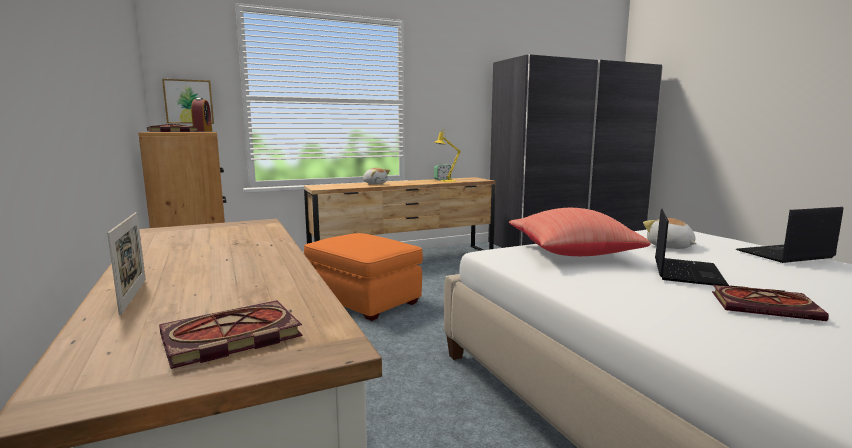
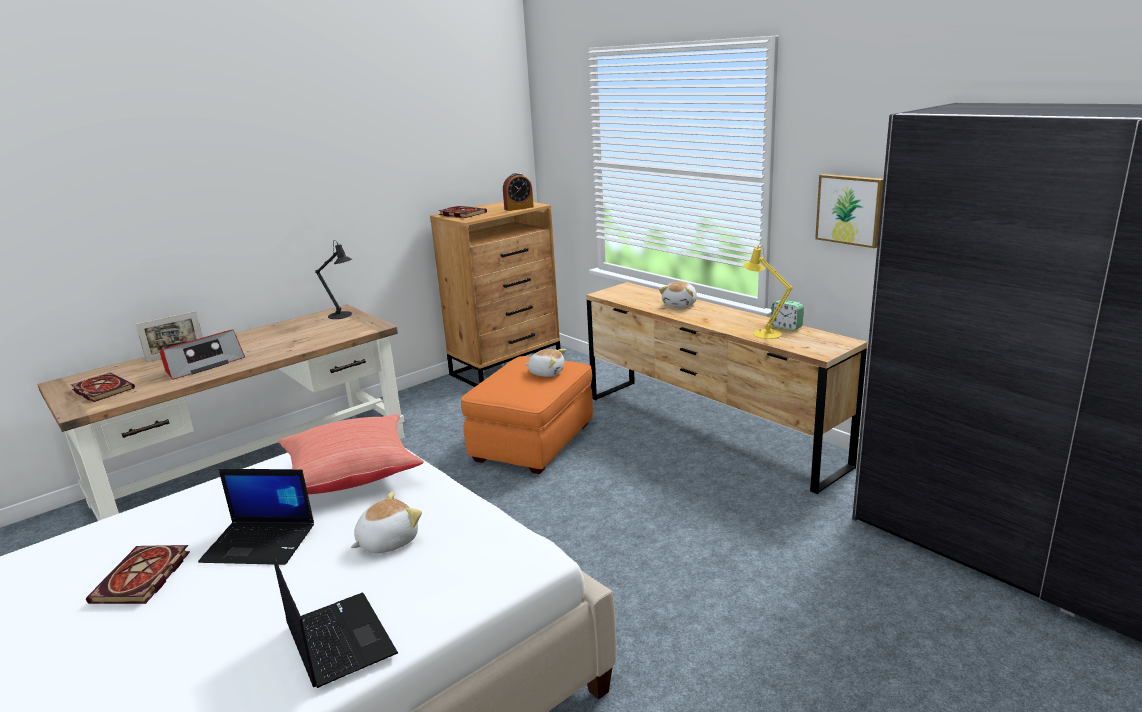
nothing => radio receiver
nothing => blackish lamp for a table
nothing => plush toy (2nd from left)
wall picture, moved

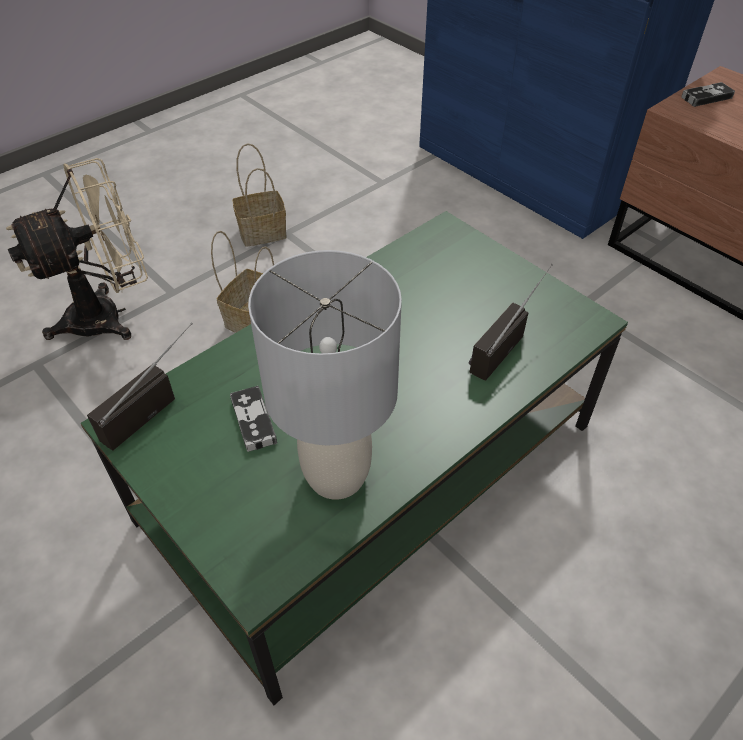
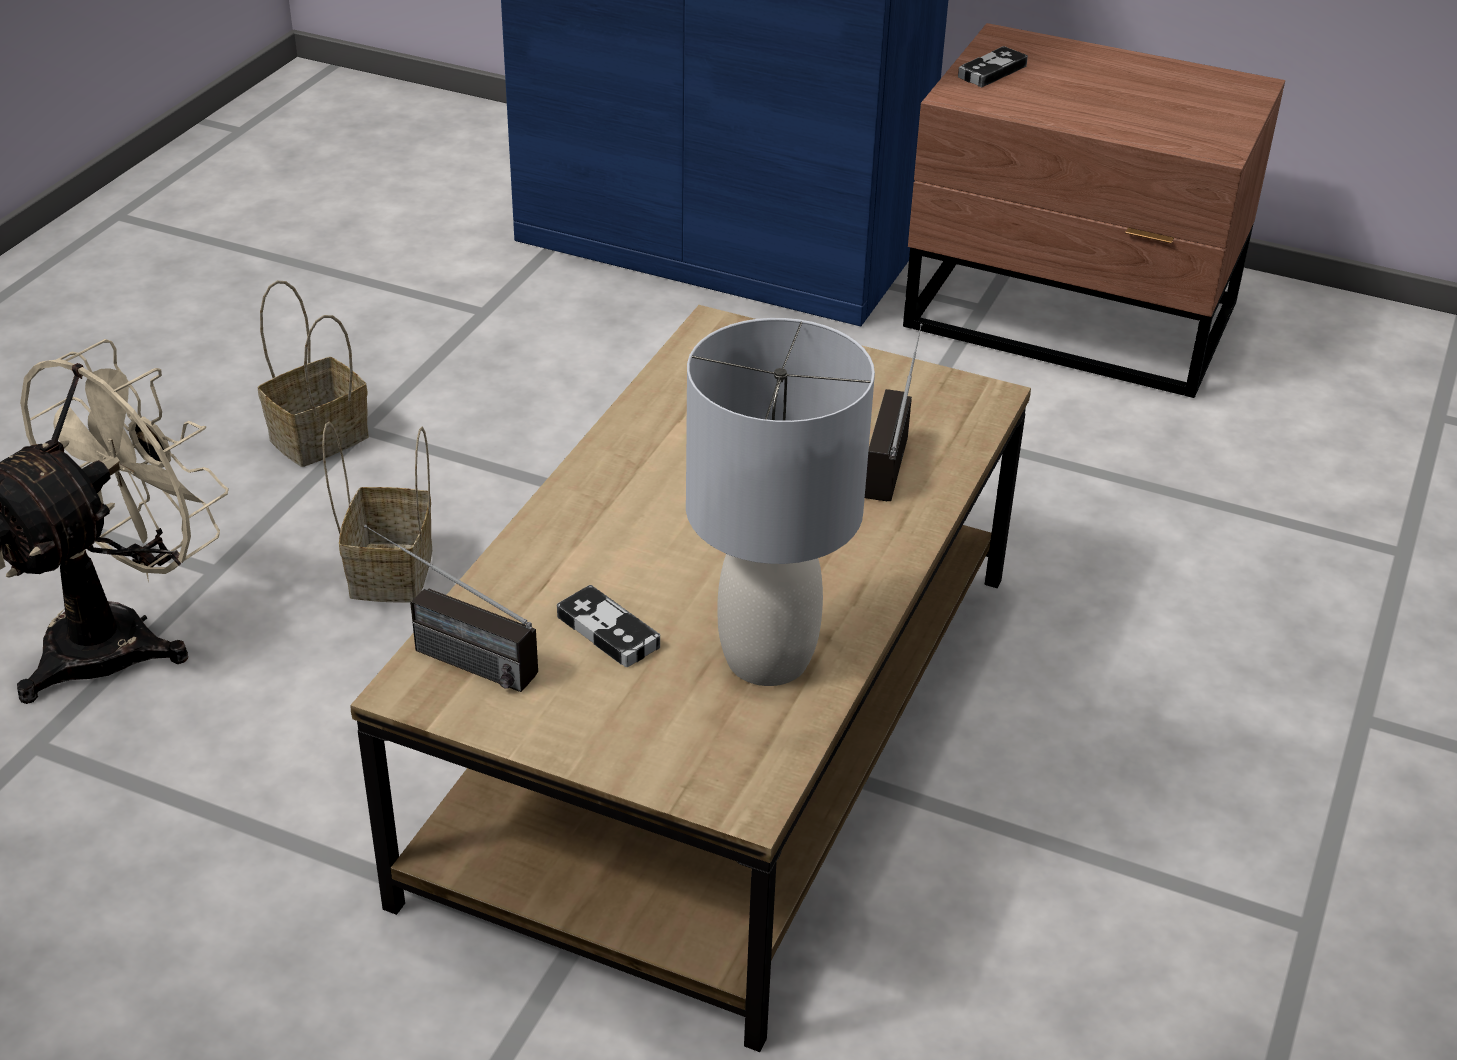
green-coloured lounge table => brownish lounge table
radio receiver (1st from left), 75 degrees counterclockwise

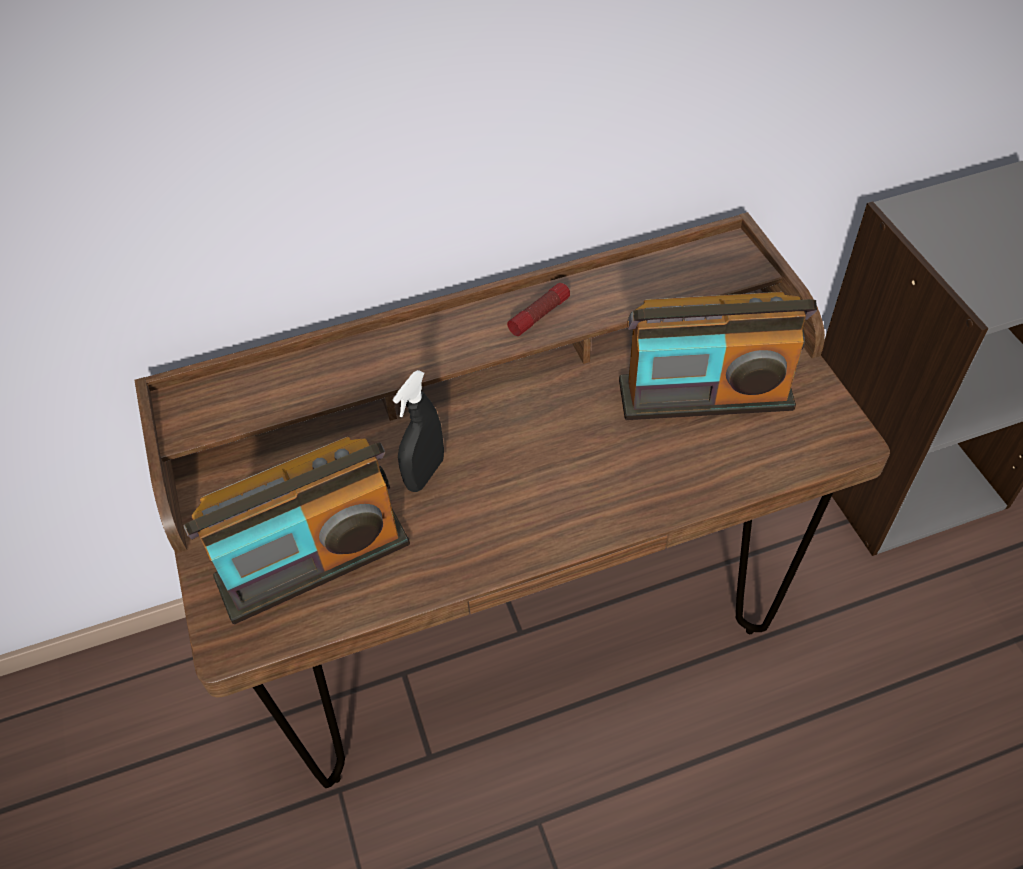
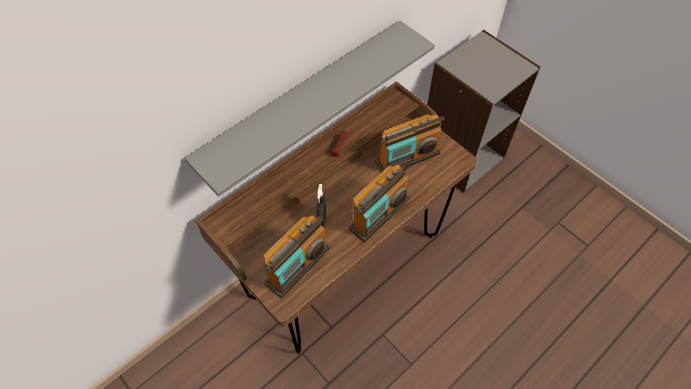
nothing => gray shelf
nothing => radio receiver (2nd from left)

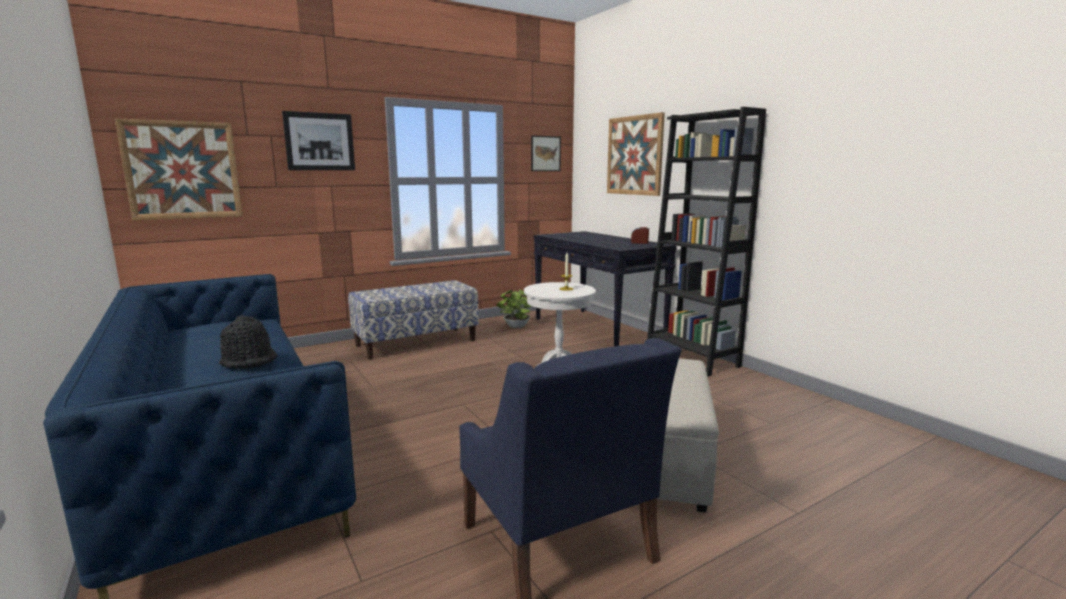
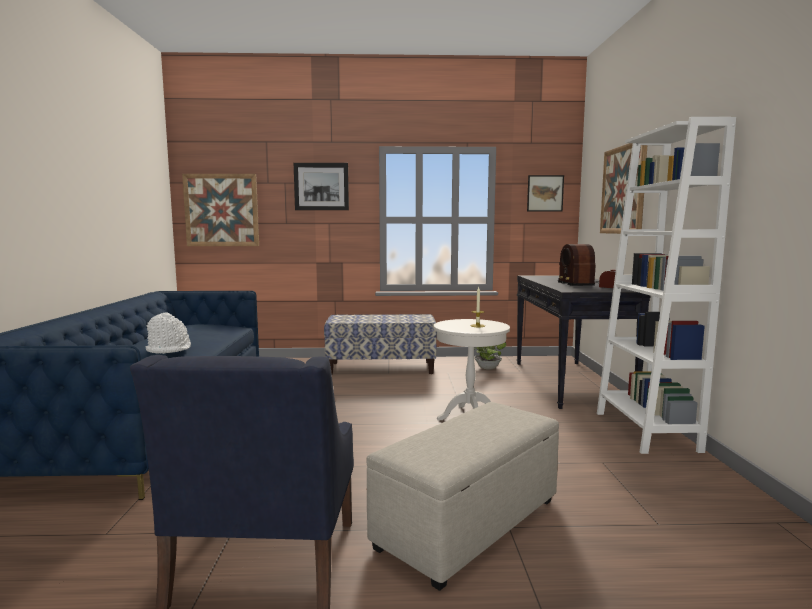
nothing => radio receiver
blackish wearable hat => white-coloured wearable hat
blackish bookcase => white-coloured bookcase

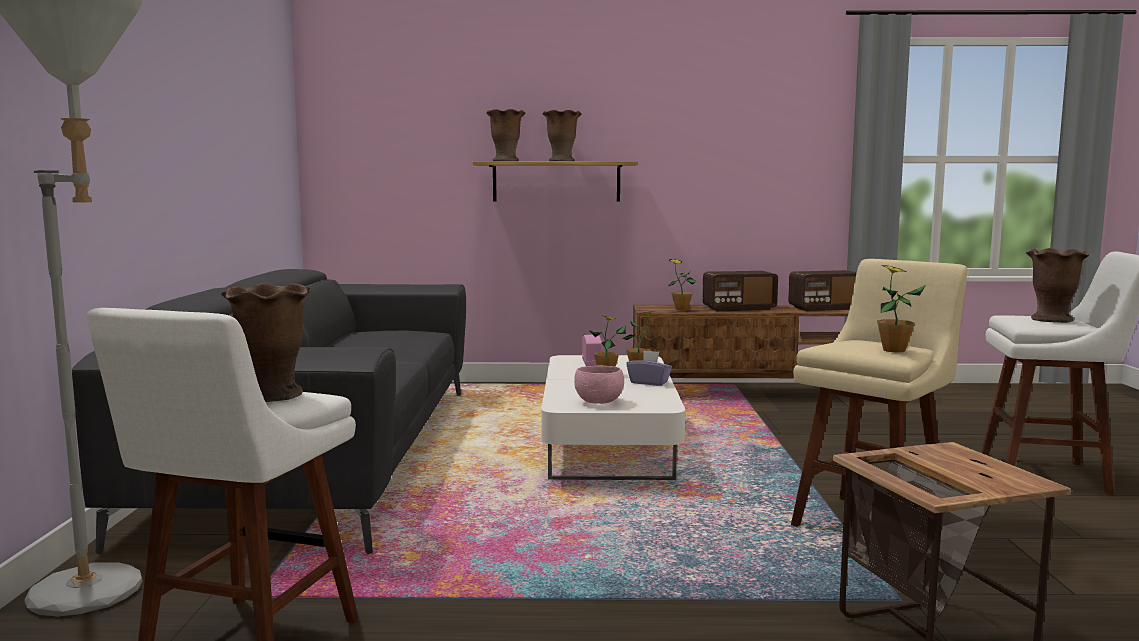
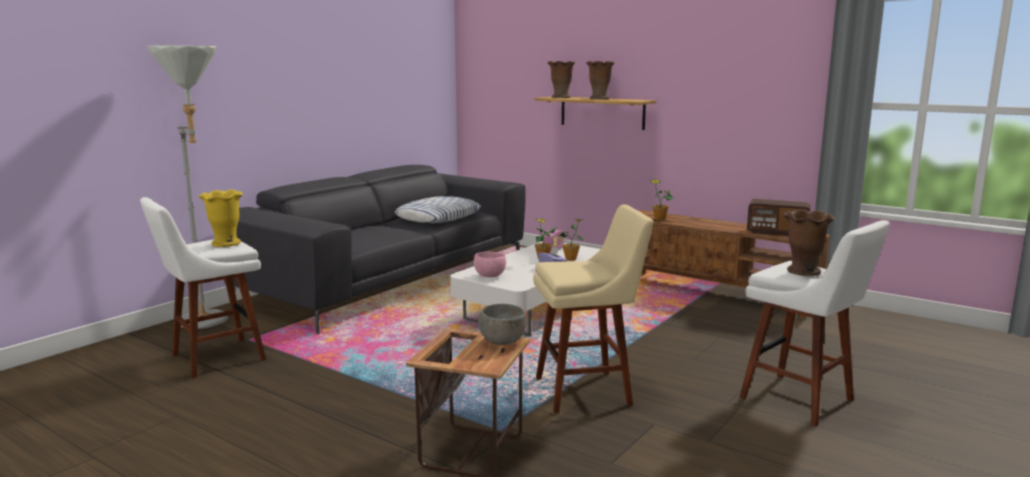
radio receiver (2nd from left) => nothing
potted plant (4th from left) => nothing
nothing => cushion
nothing => gray bowl
brownish decorative vase (1st from left) => yellow decorative vase

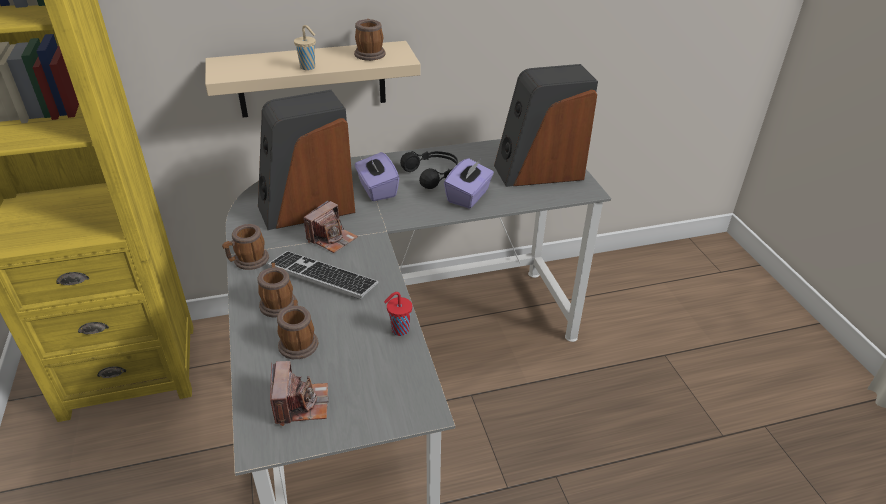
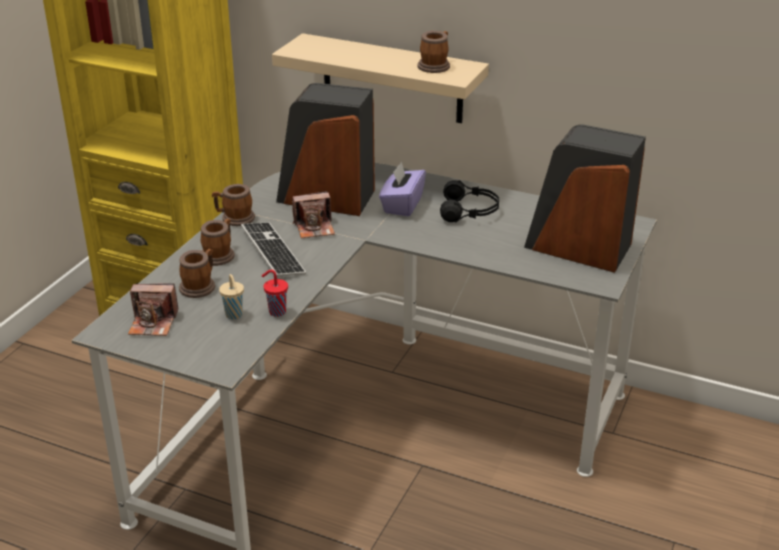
purplish box of tissues (2nd from left) => nothing
beige-coloured small cup, moved
photo camera (1st from left), 60 degrees clockwise

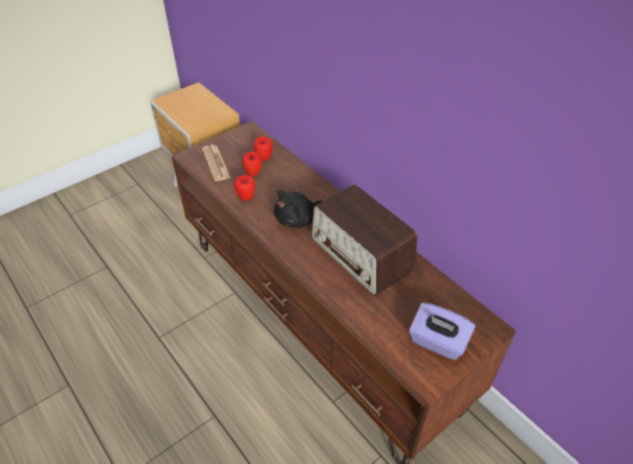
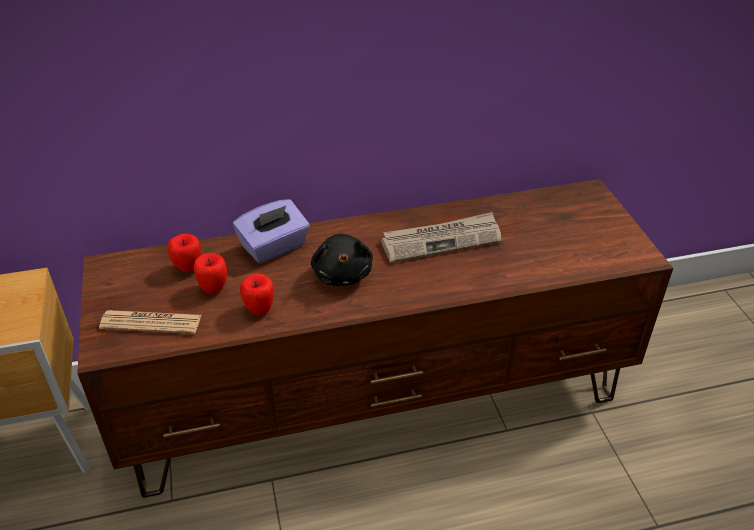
purplish box of tissues, moved
radio receiver => printed paper (2nd from left)

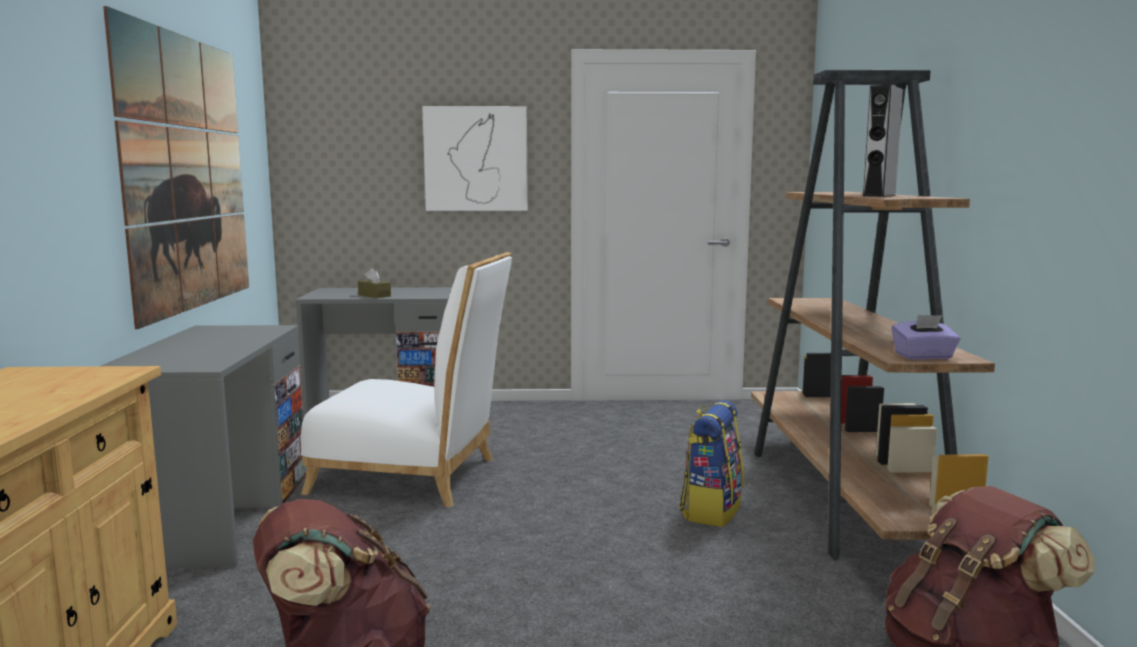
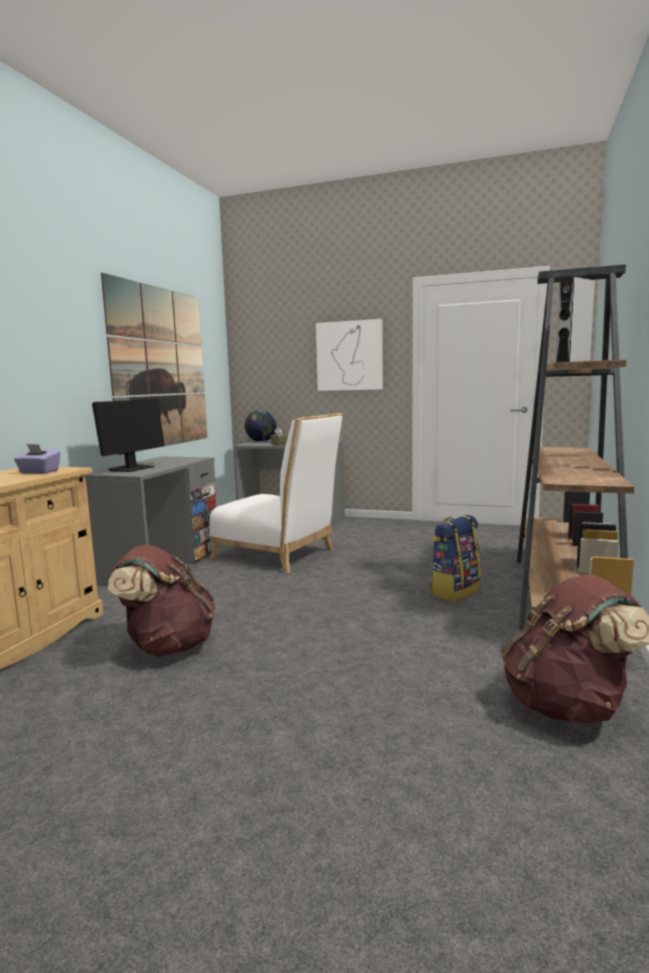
nothing => computer display
nothing => globe
purplish box of tissues, moved

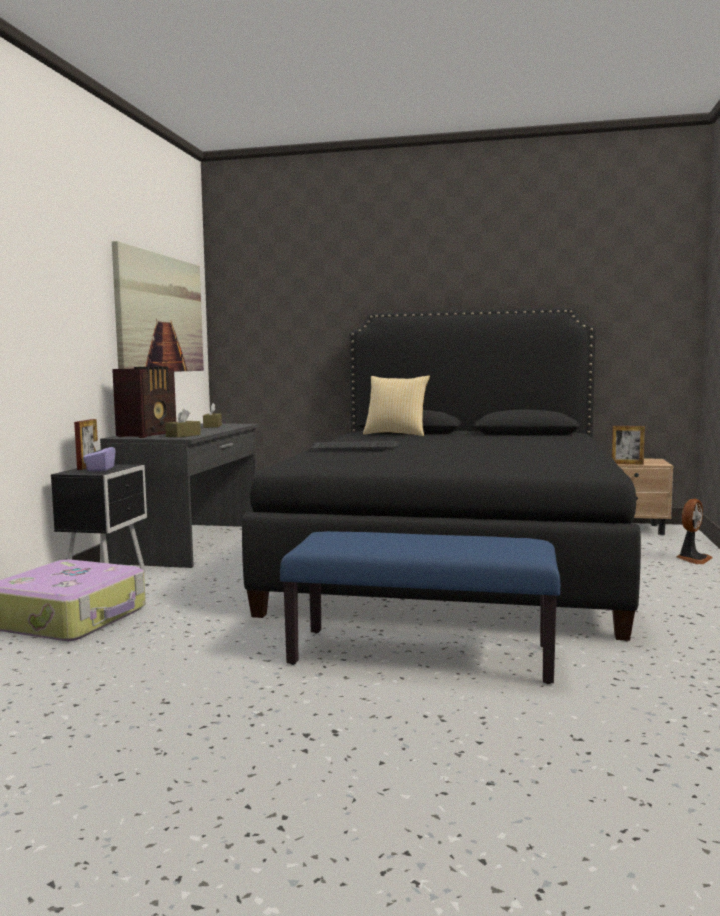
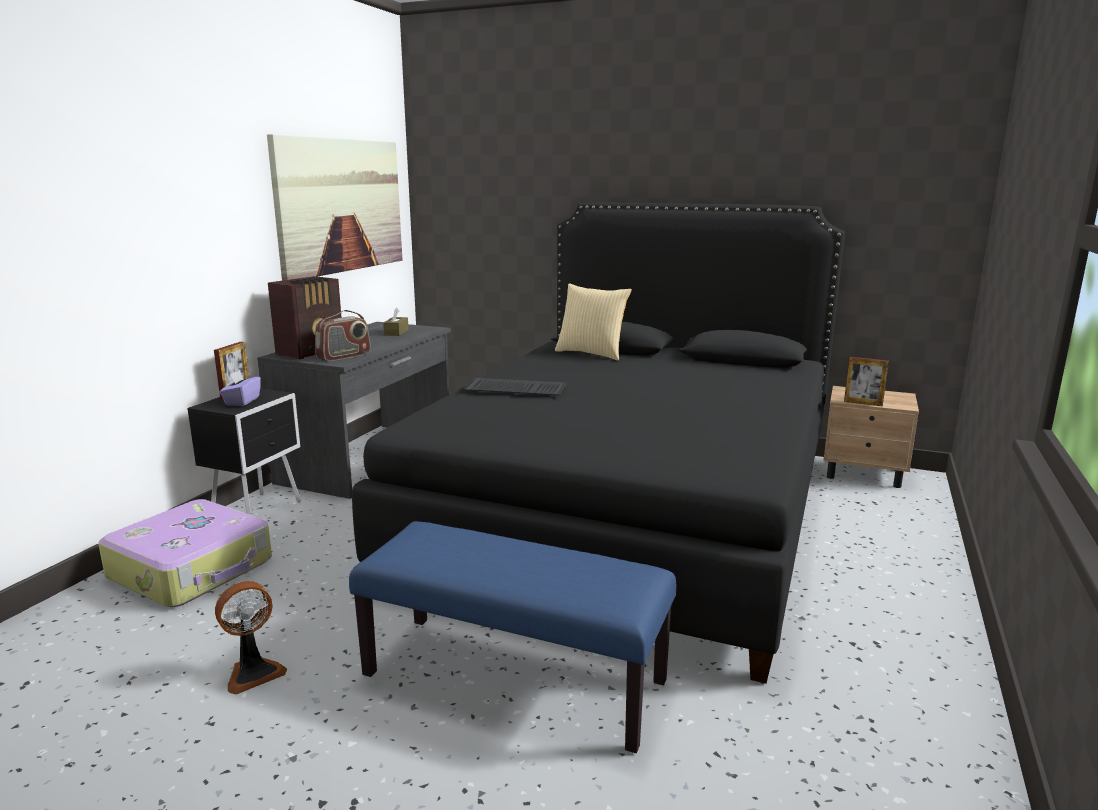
cooling fan, moved
brownish box of tissues (1st from left) => radio receiver (2nd from left)

